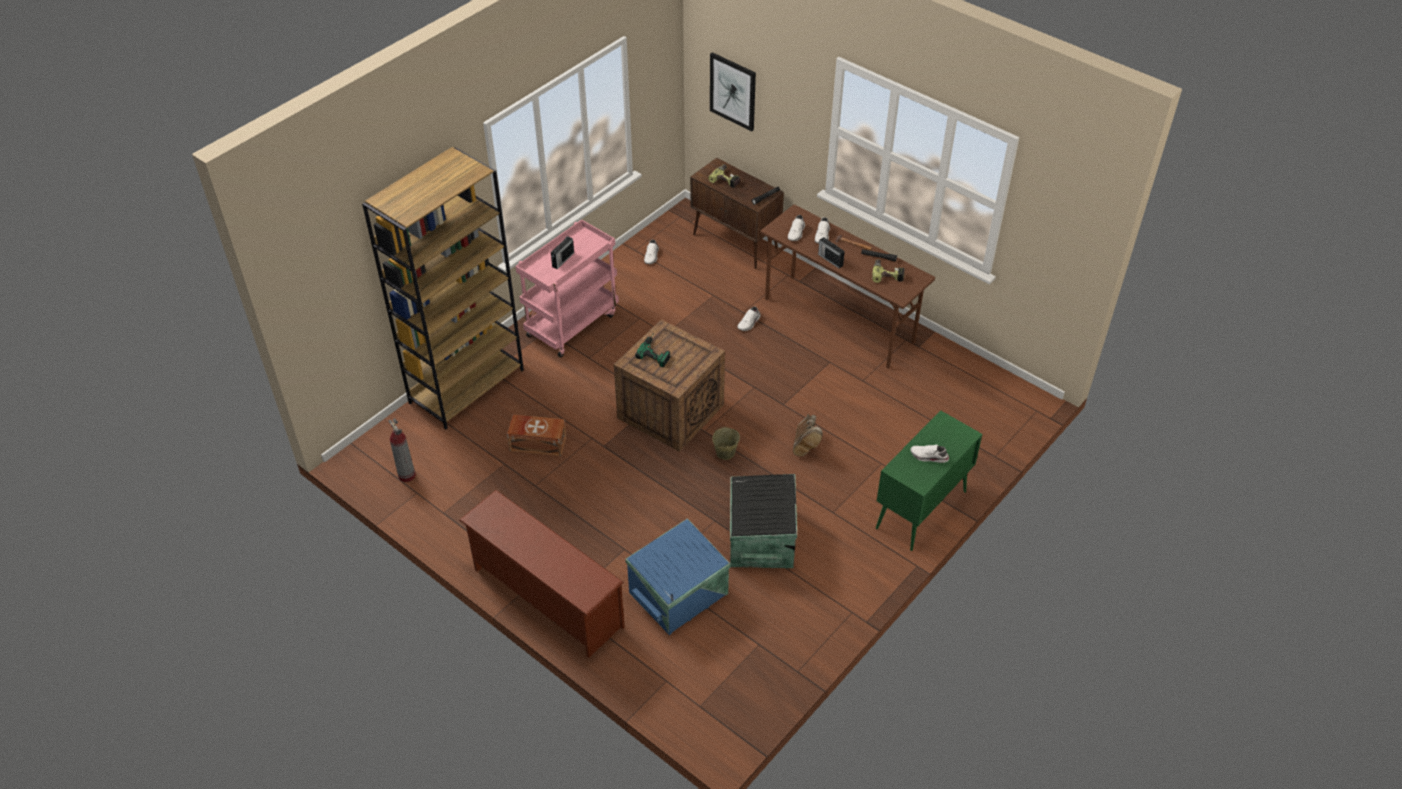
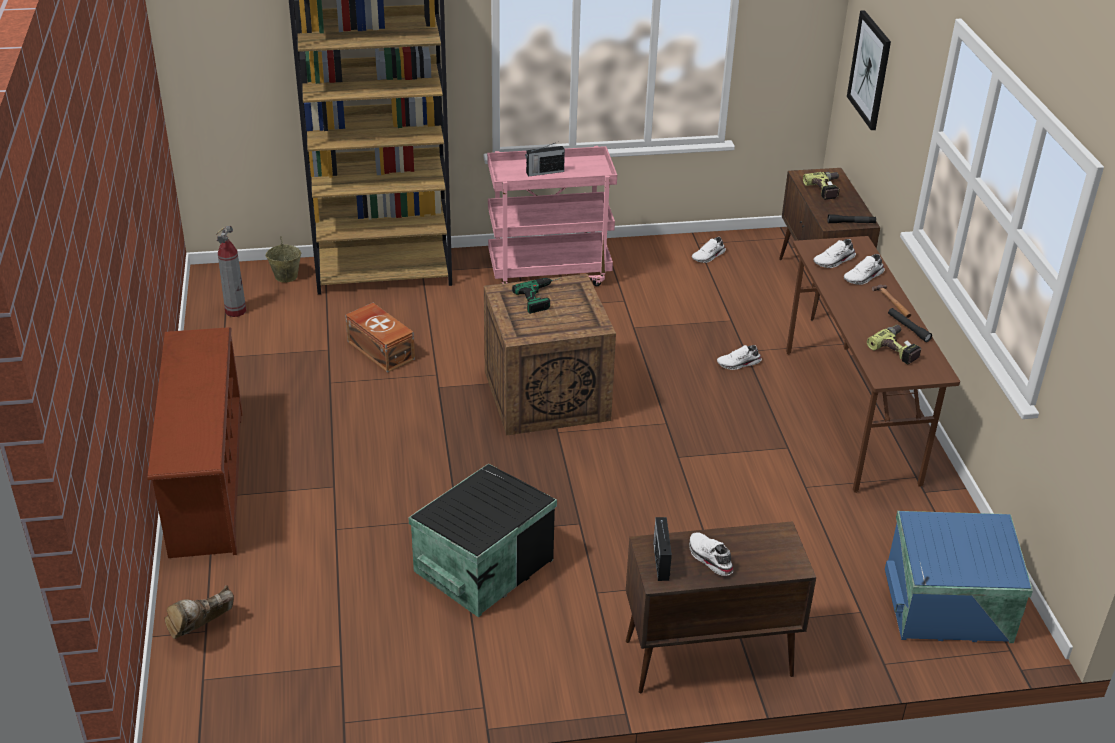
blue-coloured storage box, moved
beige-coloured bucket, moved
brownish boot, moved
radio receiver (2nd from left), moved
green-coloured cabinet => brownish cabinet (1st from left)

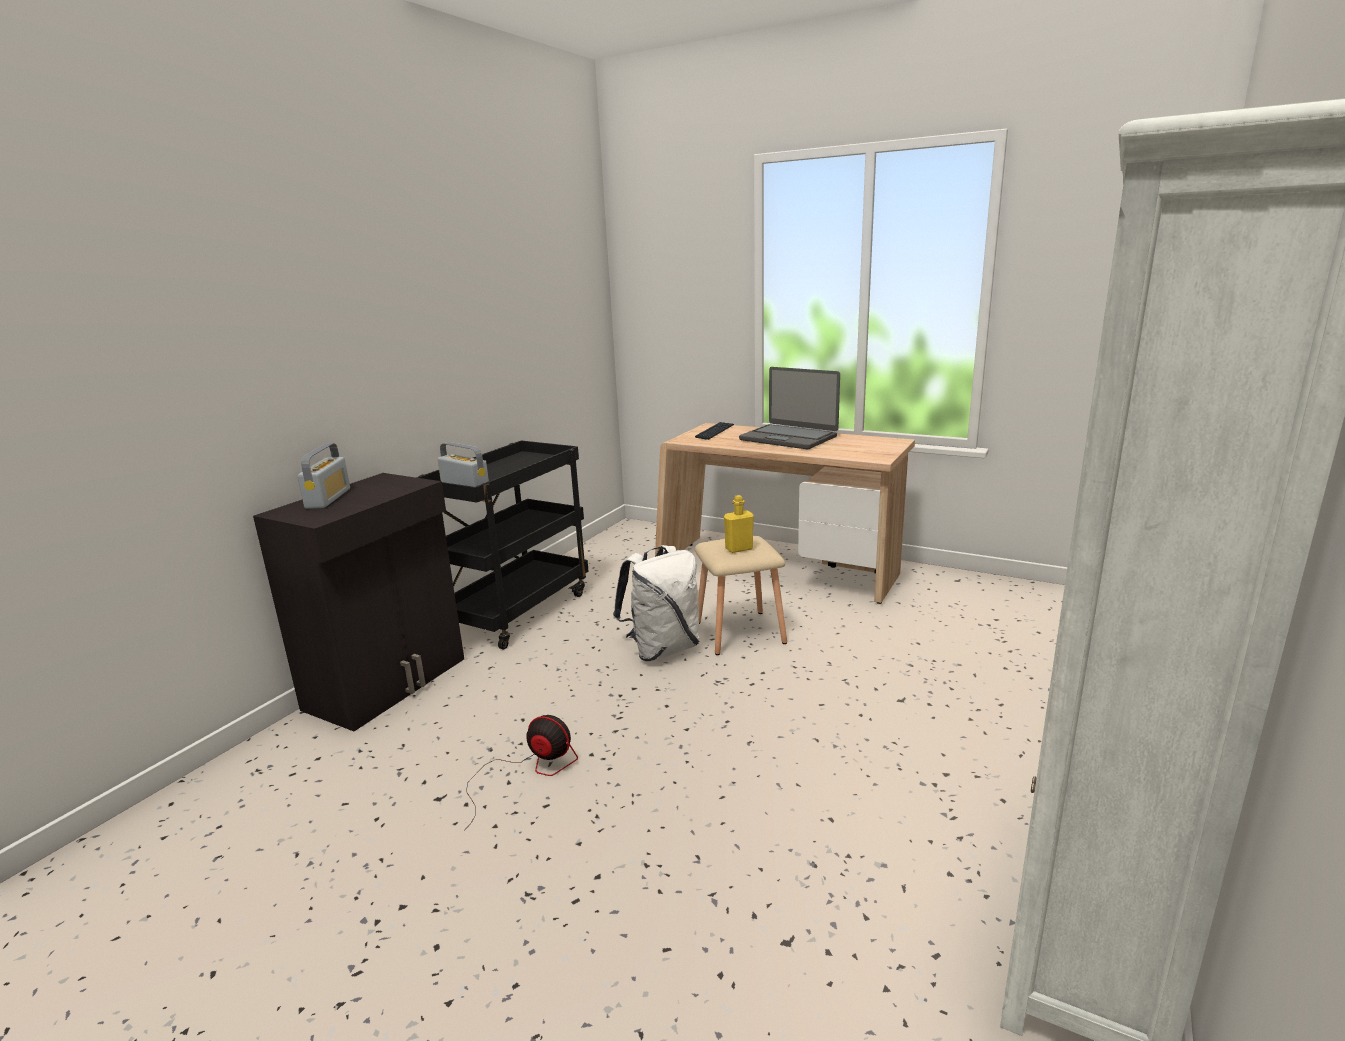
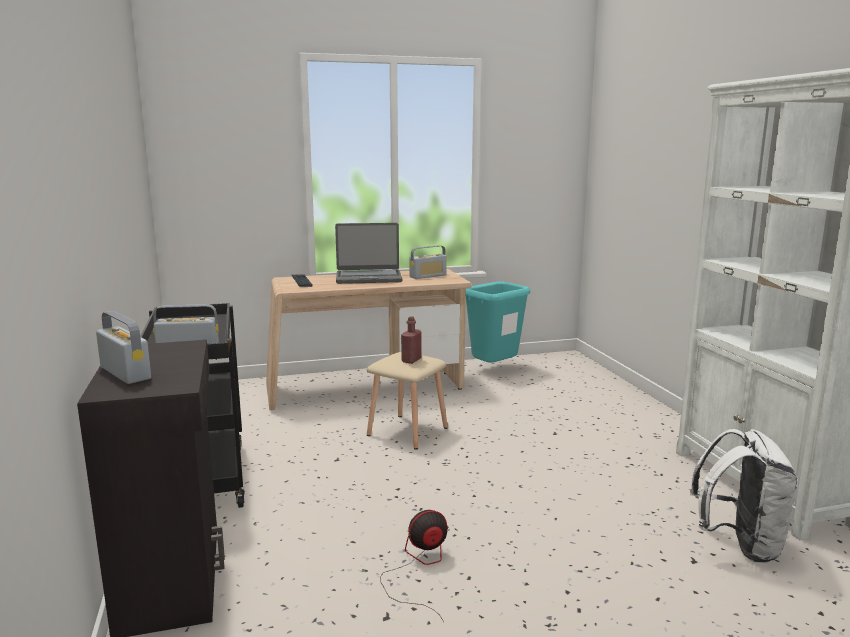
nothing => radio receiver (3rd from left)
nothing => turquoise-coloured waste bin
white-coloured rucksack, moved
yellow drink bottle => red-coloured drink bottle

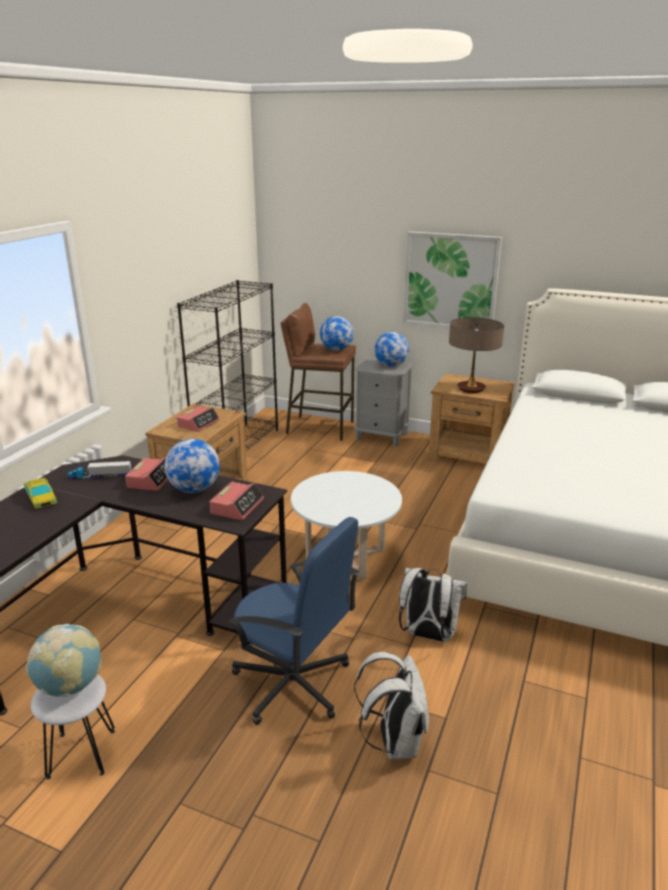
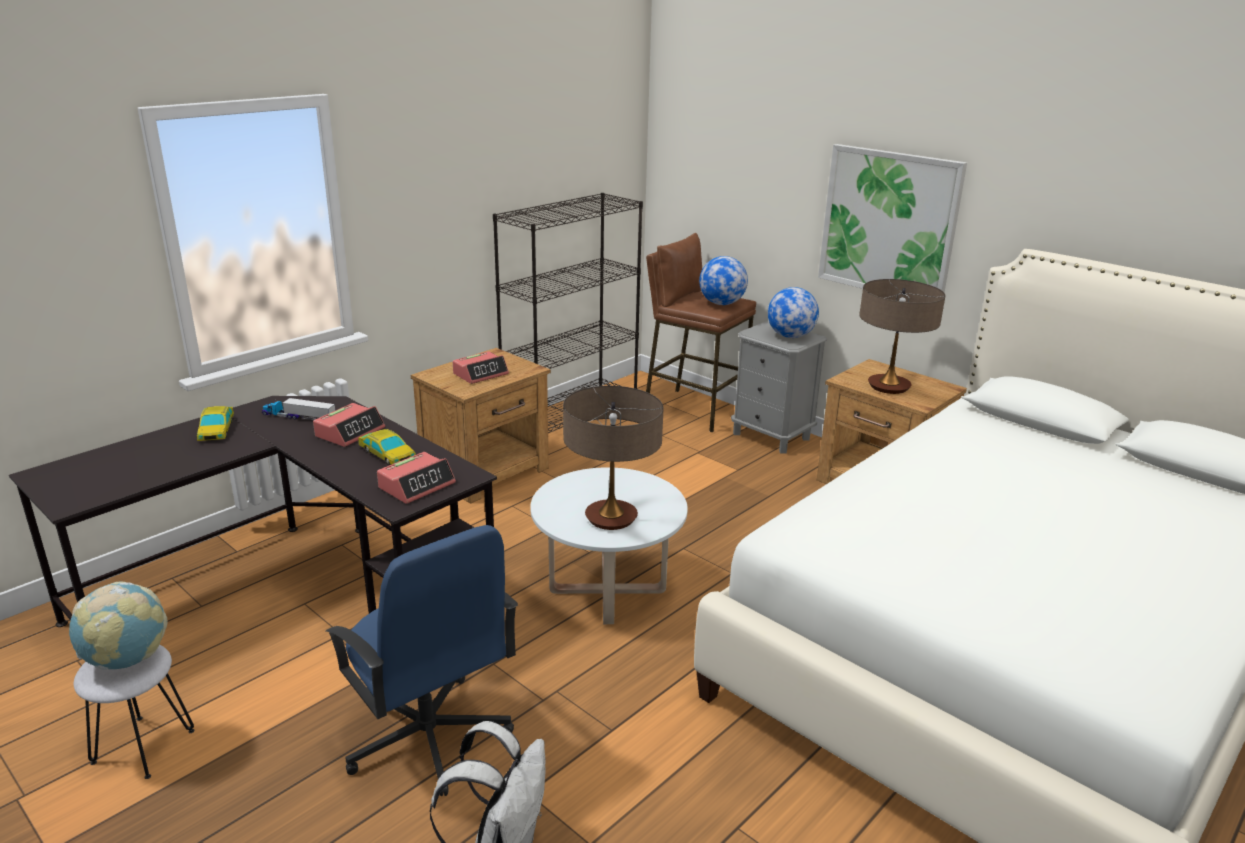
white-coloured rucksack (2nd from left) => nothing
nothing => lamp for a table (1st from left)
globe (2nd from left) => toy car (2nd from left)

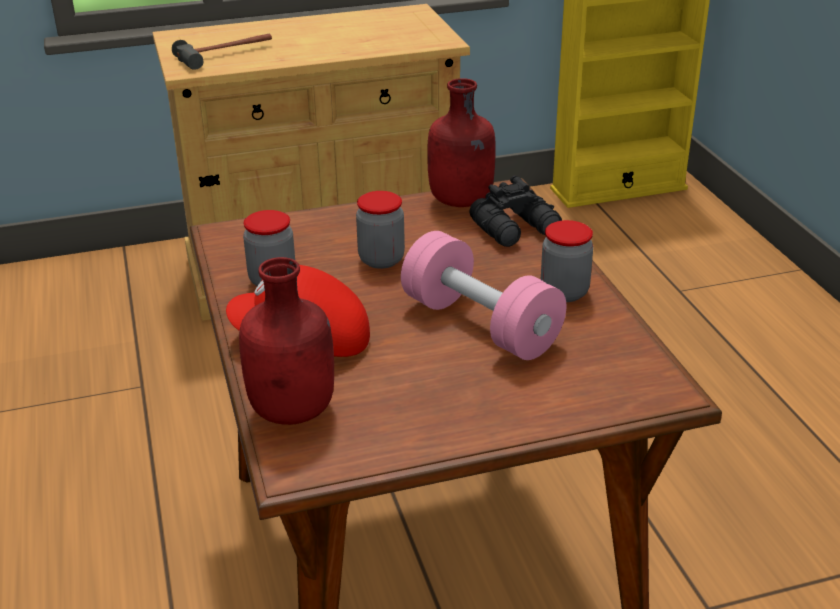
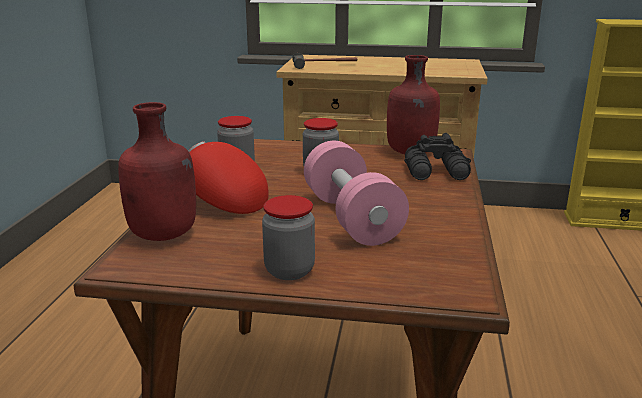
storage jar (3rd from left in the first image) => storage jar (2nd from left), moved

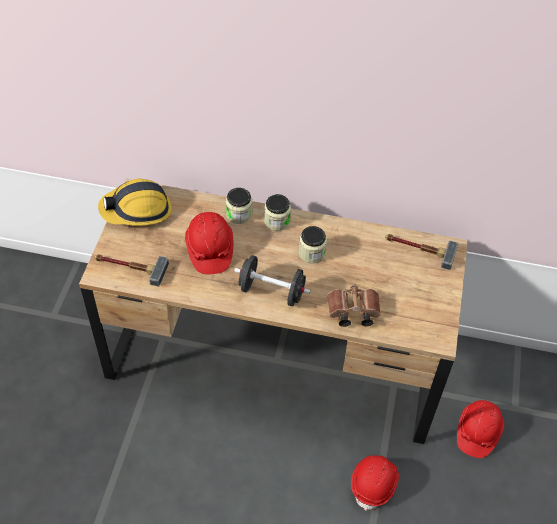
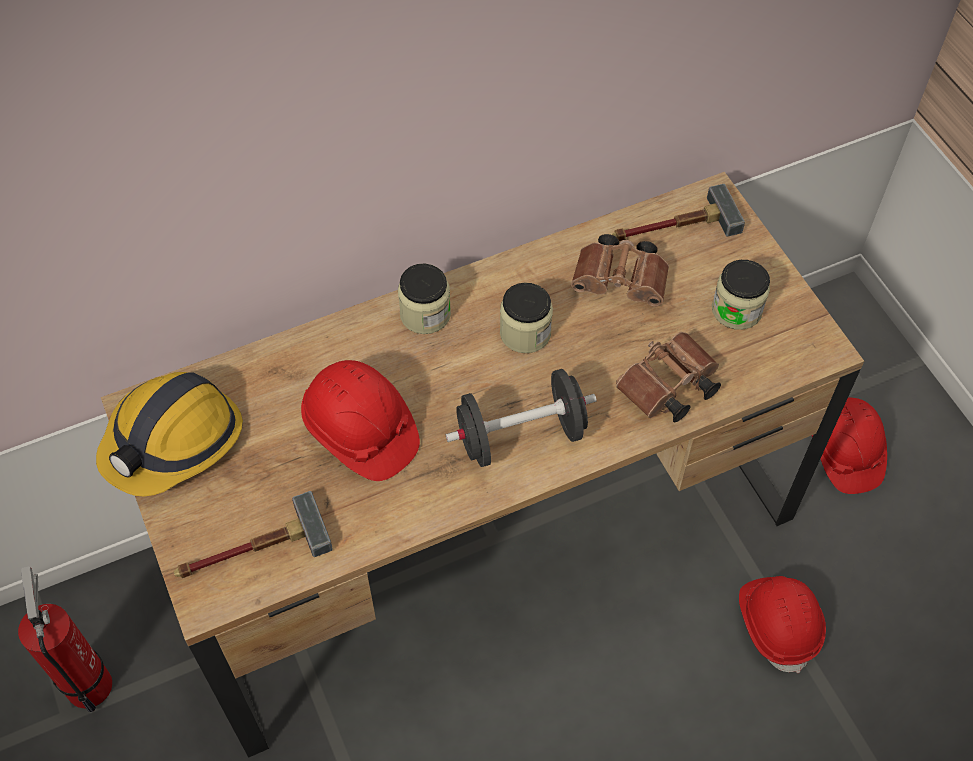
nothing => extinguisher
nothing => brownish pair of binoculars (1st from left)
storage jar (1st from left in the first image) => storage jar (3rd from left), moved

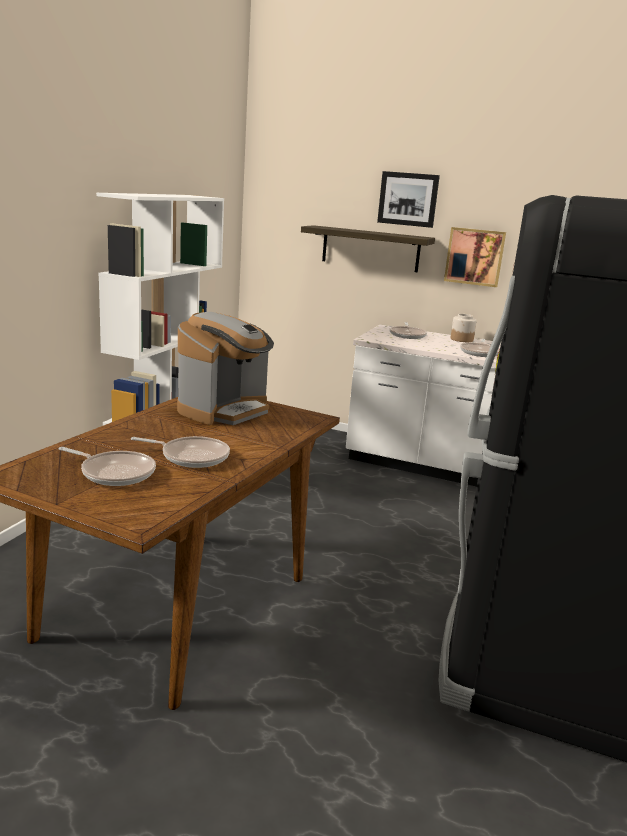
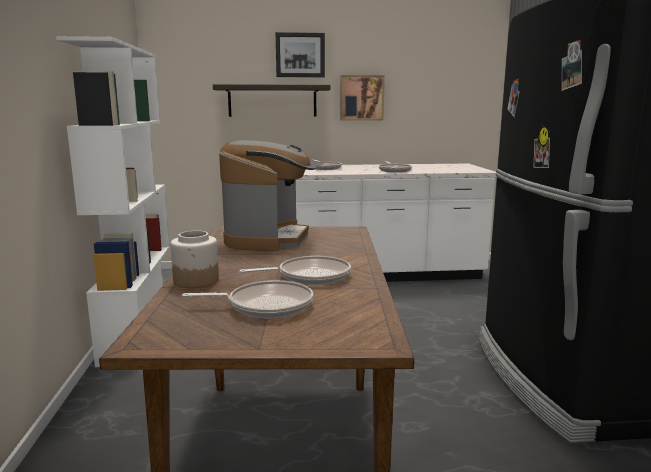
storage jar, moved

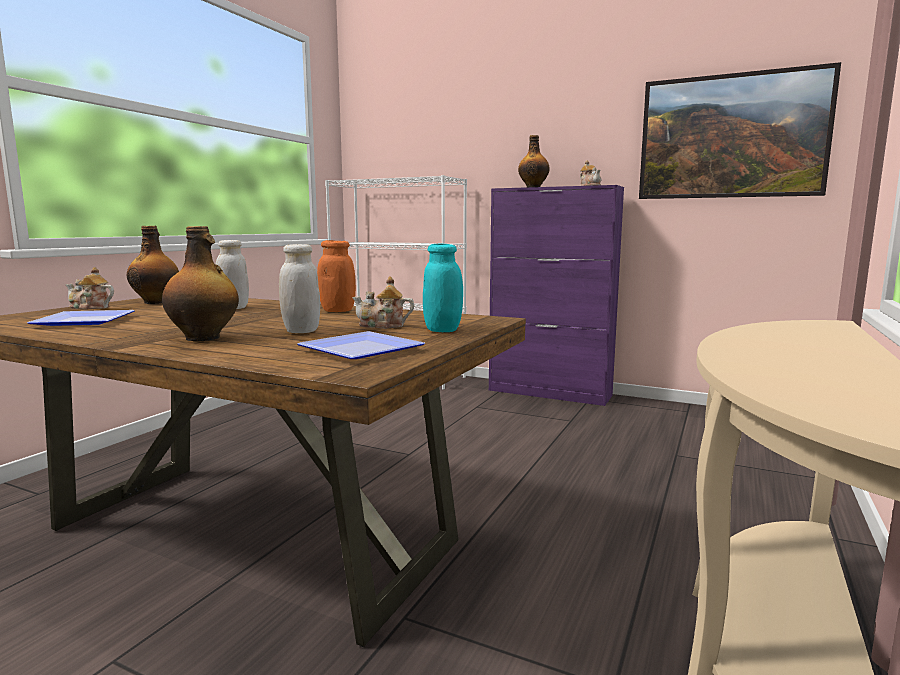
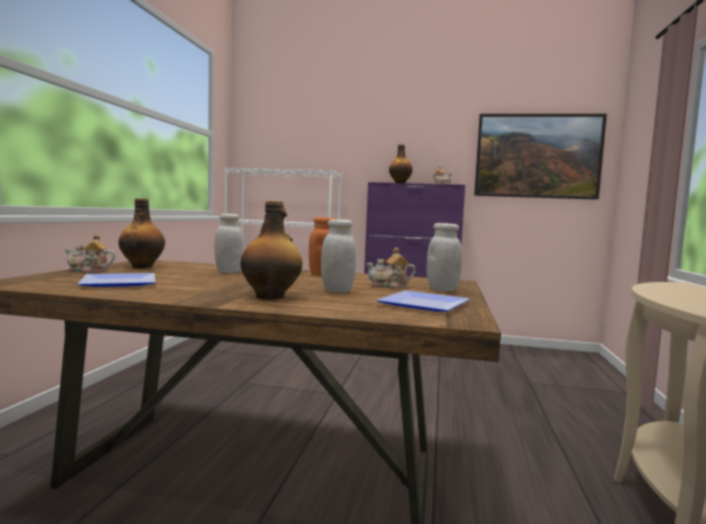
turquoise-coloured storage jar => white-coloured storage jar (3rd from left)

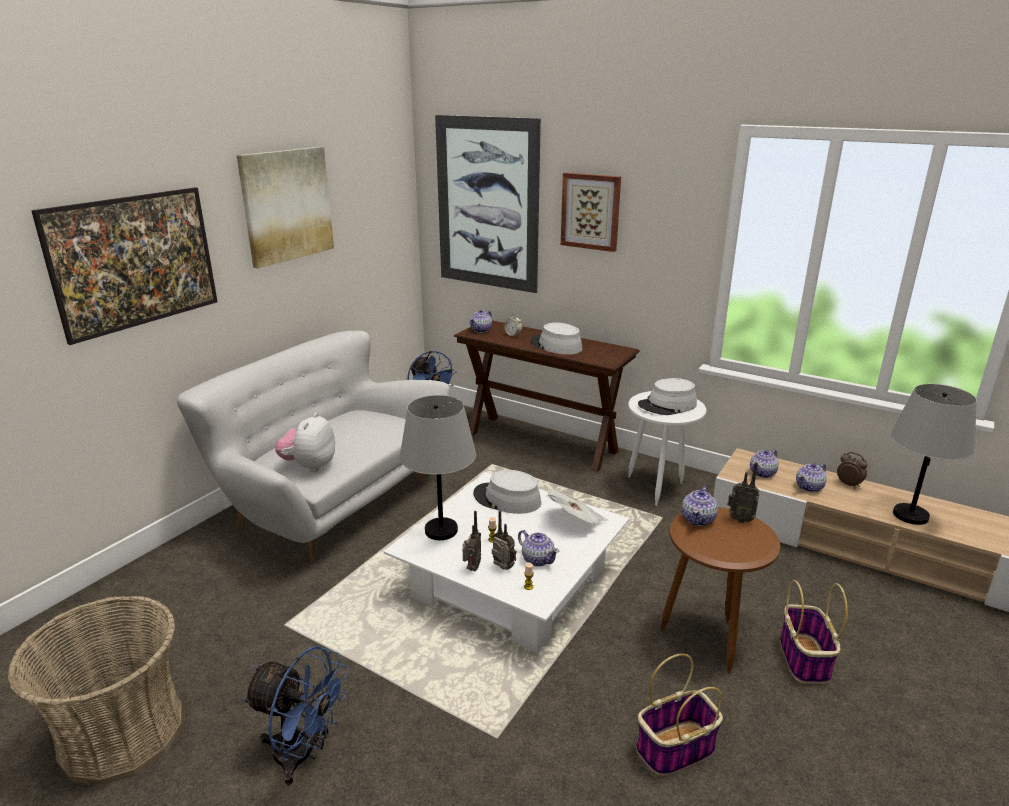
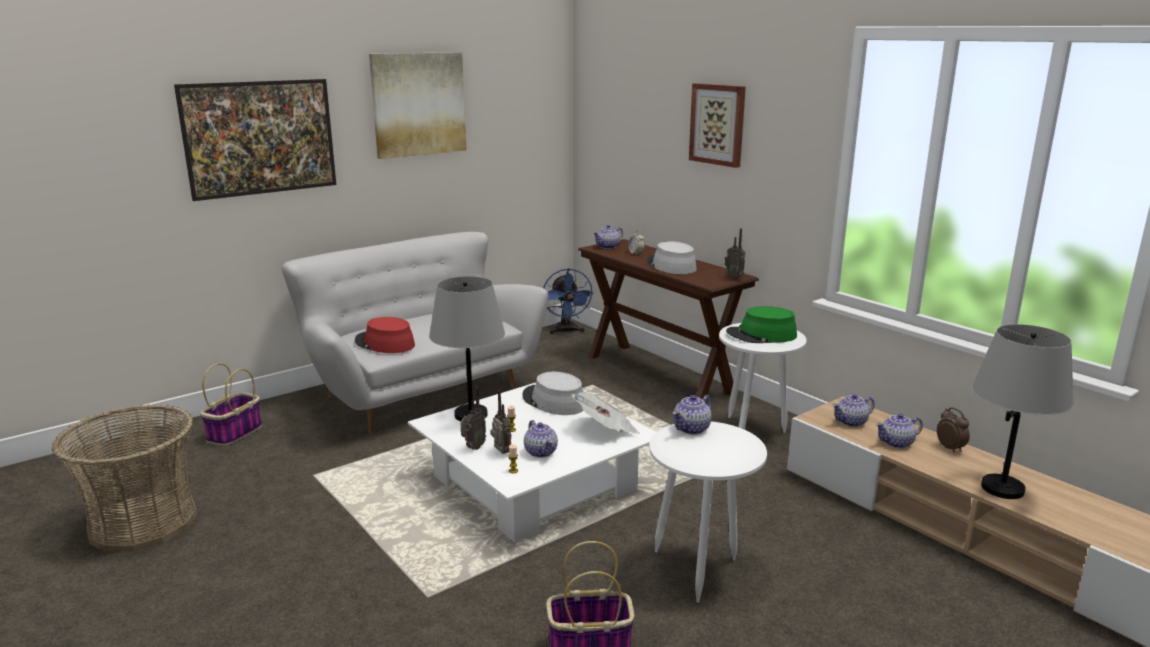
blue-coloured cooling fan (1st from left) => nothing
wall picture (3rd from left) => nothing
radio receiver (3rd from left), moved
basket (3rd from left in the first image) => basket (2nd from left), moved
plush toy => red-coloured wearable hat
gray wearable hat (3rd from left) => green-coloured wearable hat
brownish end table => white-coloured end table (1st from left)

